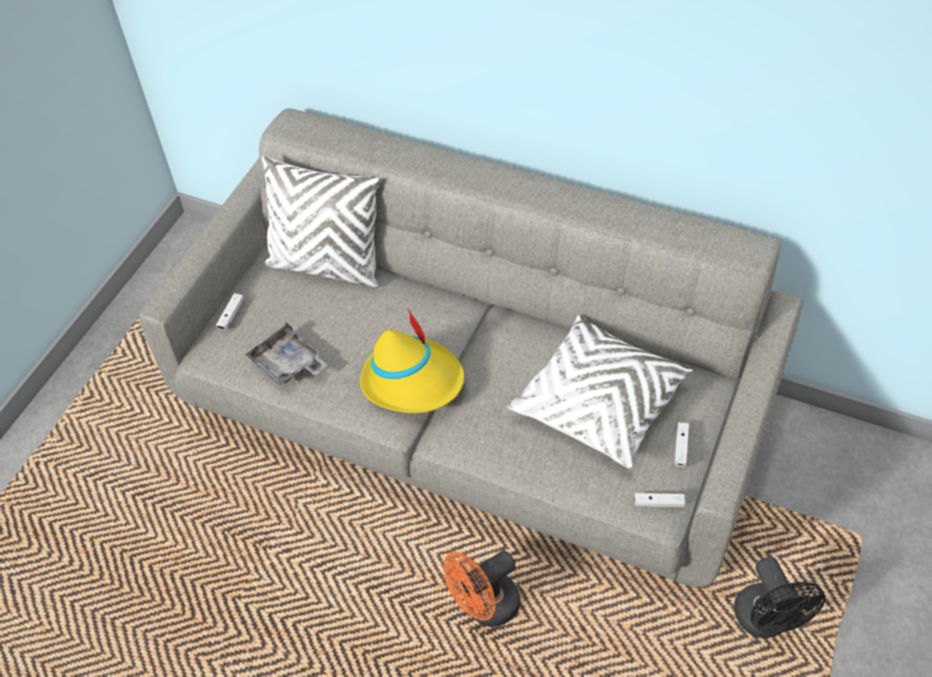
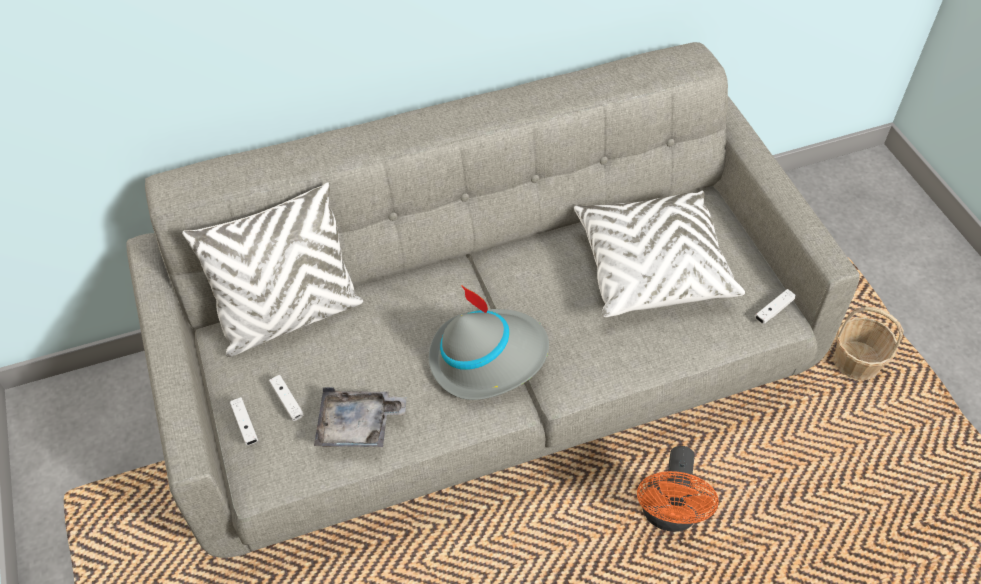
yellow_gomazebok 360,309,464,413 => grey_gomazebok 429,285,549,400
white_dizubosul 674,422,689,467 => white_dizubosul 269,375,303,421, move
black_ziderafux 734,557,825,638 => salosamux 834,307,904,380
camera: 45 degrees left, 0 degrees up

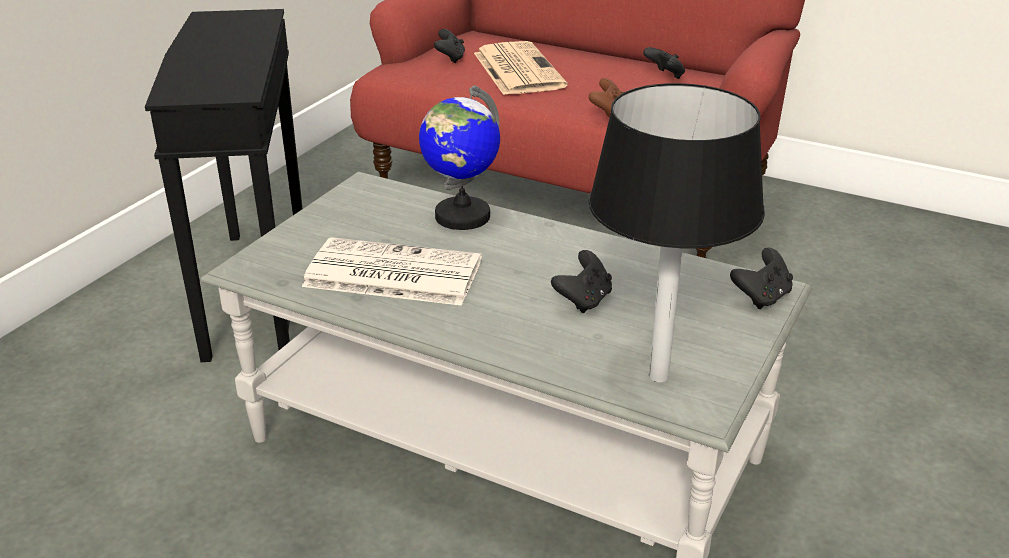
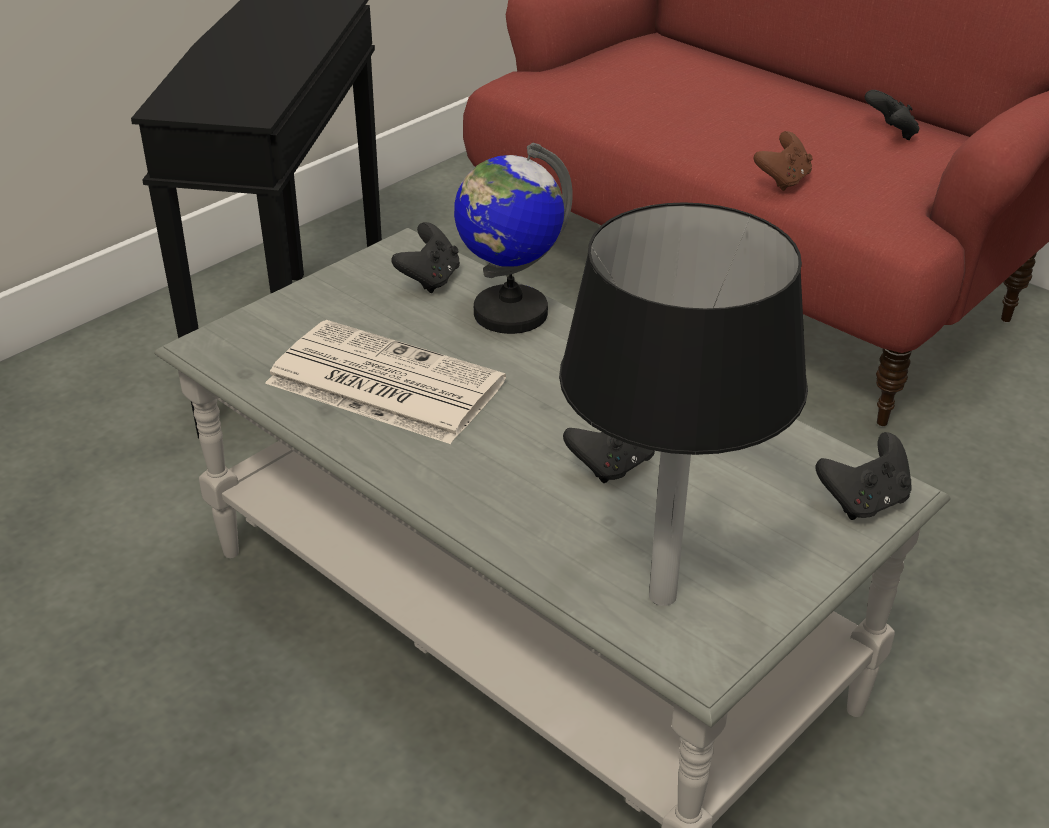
black_dizubosul 434,29,465,63 => black_dizubosul 391,222,460,293, move
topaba 474,41,567,95 => nothing
camera: 15 degrees right, 5 degrees up

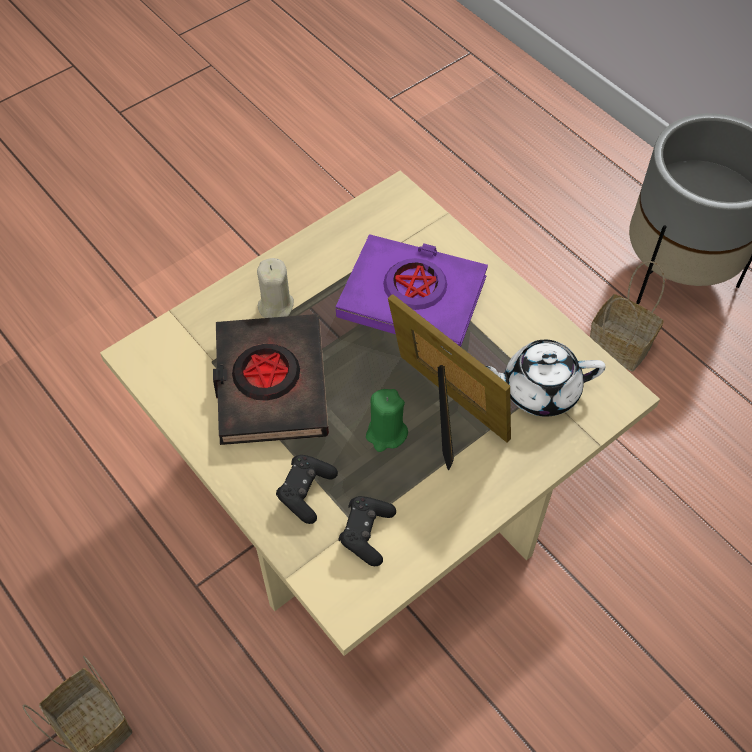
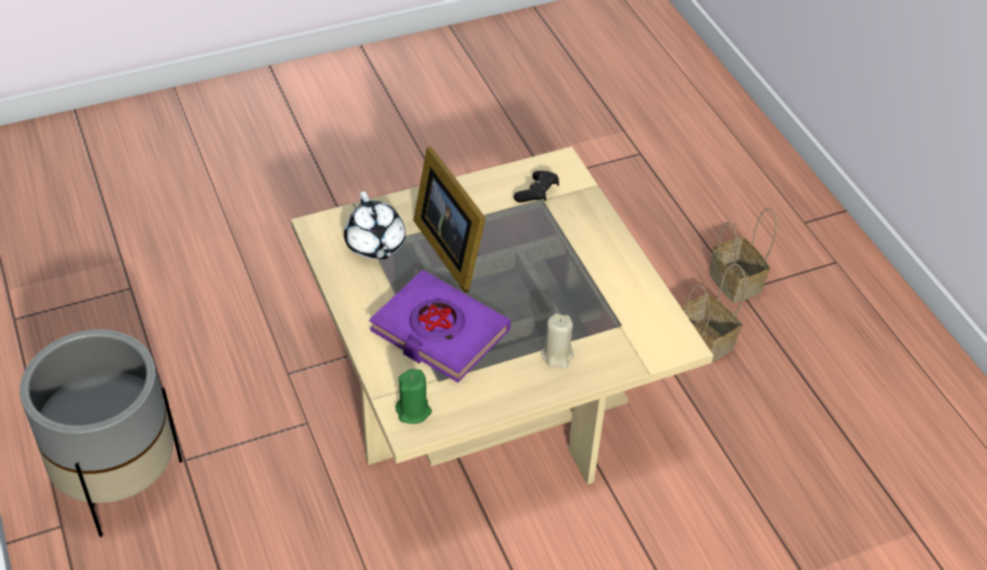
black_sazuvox 213,314,329,445 => nothing
black_dizubosul 276,455,338,524 => nothing
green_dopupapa 366,389,408,452 => green_dopupapa 396,369,432,424, move
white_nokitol 486,340,605,417 => white_nokitol 344,191,406,259, 60 degrees clockwise
salosamux 590,261,665,371 => salosamux 682,263,746,362, move
camera: 165 degrees left, 10 degrees down

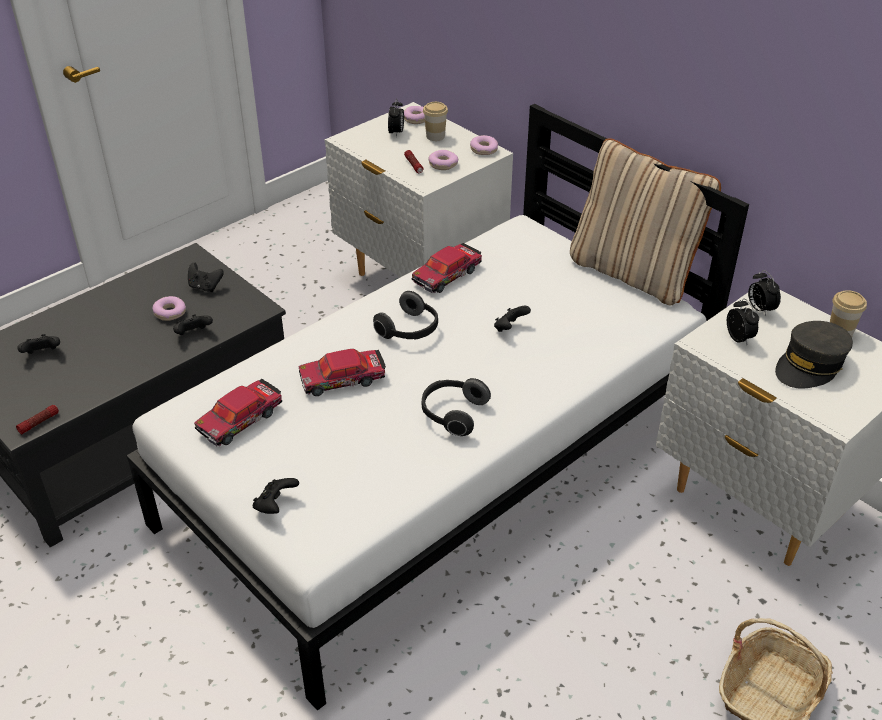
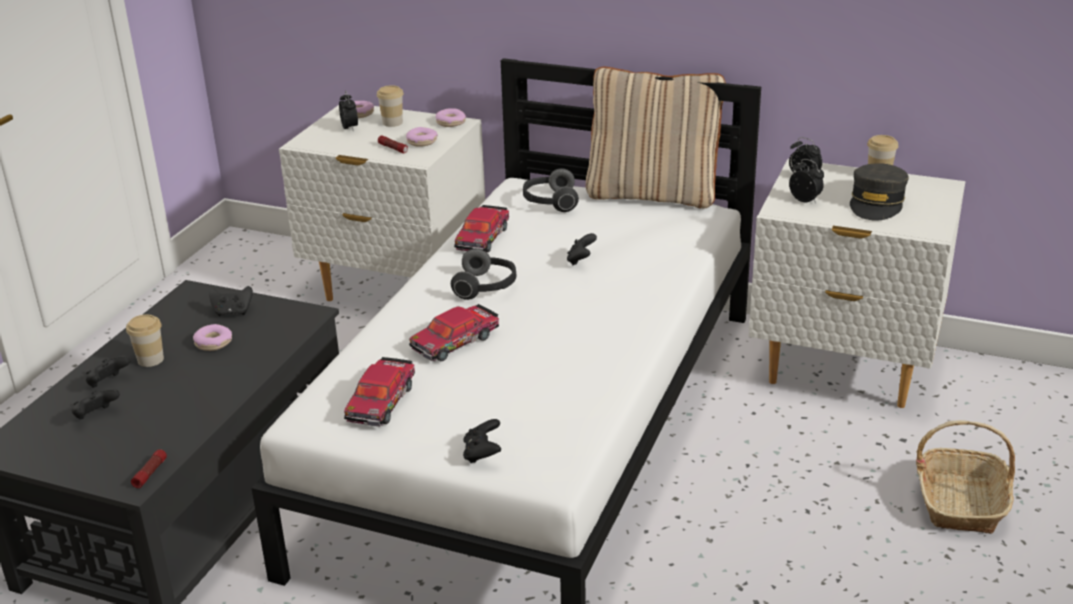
black_dizubosul 173,314,213,335 => black_dizubosul 86,356,130,388, move
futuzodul 422,378,491,436 => futuzodul 523,168,579,212, move
nothing => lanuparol 126,314,164,367
camera: 25 degrees left, 10 degrees down

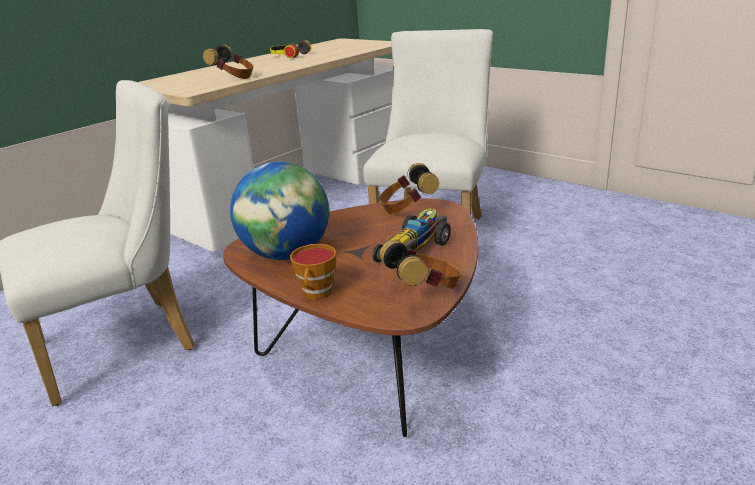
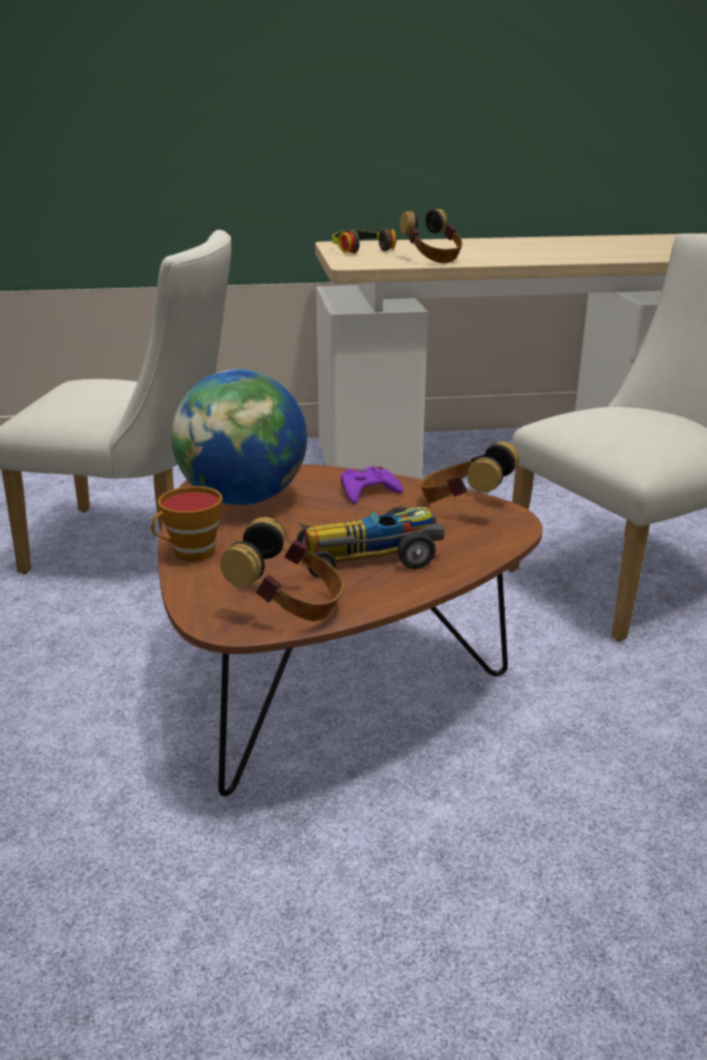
futuzodul 270,40,311,58 => futuzodul 332,228,396,253, move
nothing => purple_dizubosul 341,466,403,504
camera: 40 degrees right, 0 degrees up

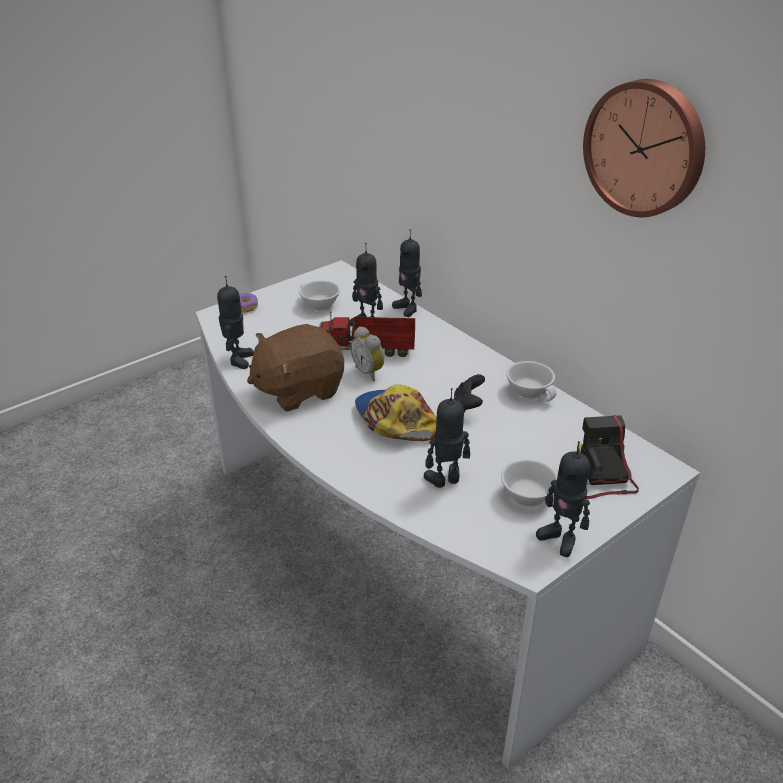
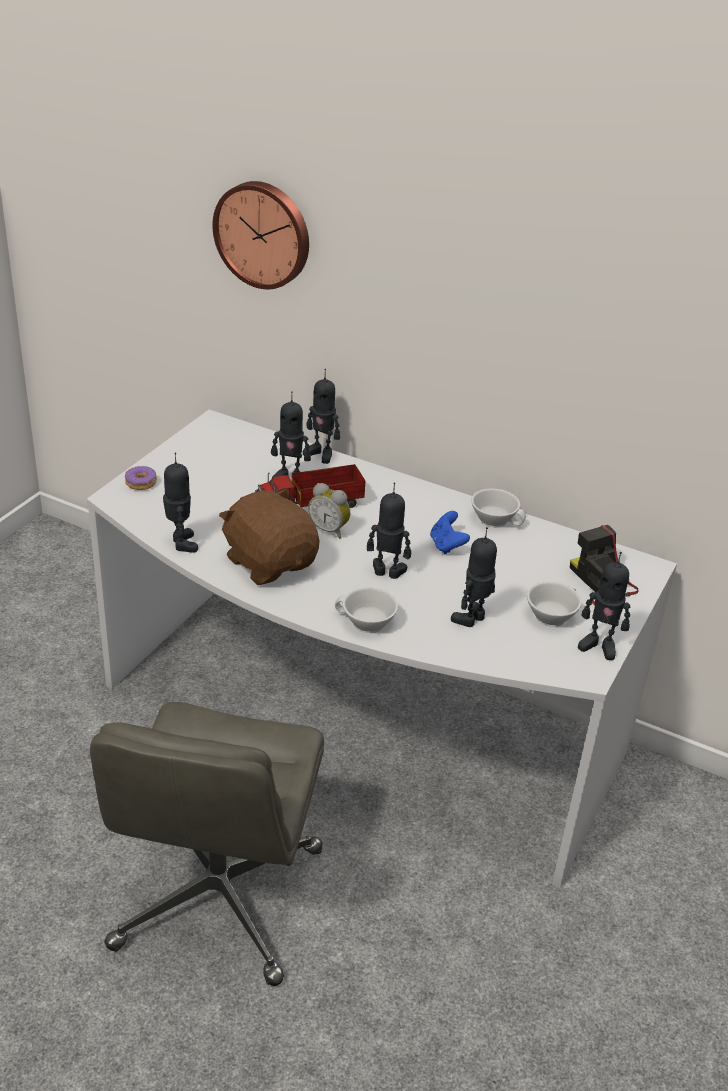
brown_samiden 247,324,344,412 => brown_samiden 219,488,319,585, 105 degrees clockwise
white_lanuparol 299,280,340,311 => white_lanuparol 335,587,398,633, move
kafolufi 355,385,437,441 => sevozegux 367,483,411,579
black_dizubosul 454,374,485,412 => blue_dizubosul 430,511,470,555
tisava 583,79,705,217 => tisava 212,181,309,289, move
nothing => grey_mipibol 90,702,324,986
camera: 25 degrees left, 0 degrees up

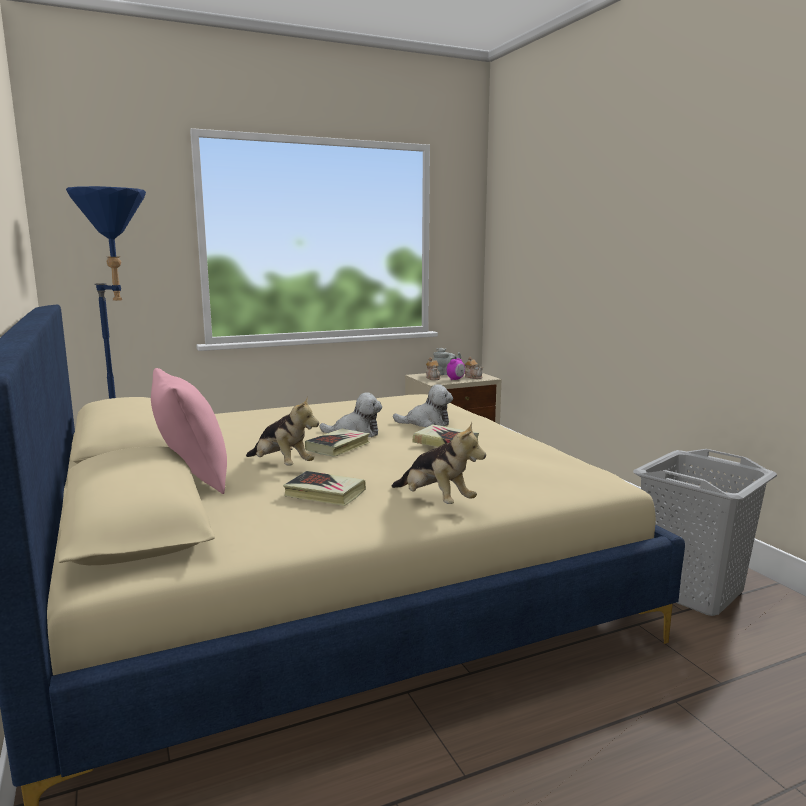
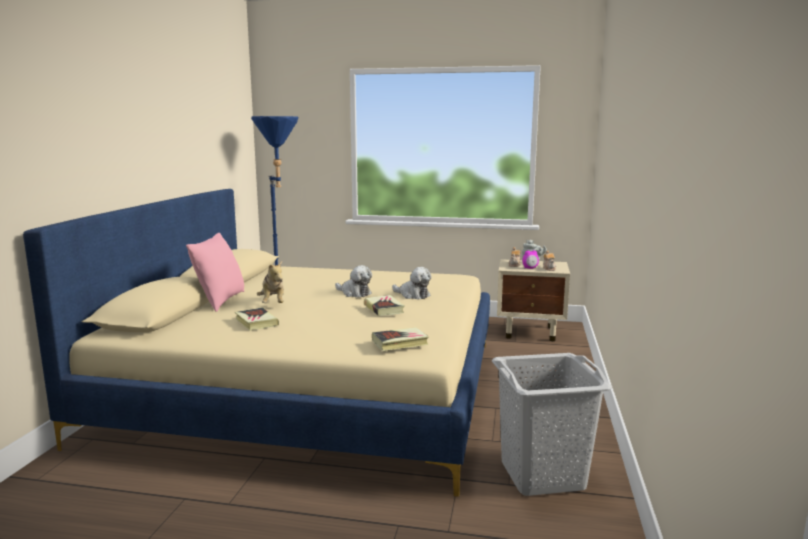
sazuvox 305,429,370,457 => sazuvox 372,327,429,351, move
samiden 392,422,486,504 => nothing
camera: 35 degrees right, 0 degrees up

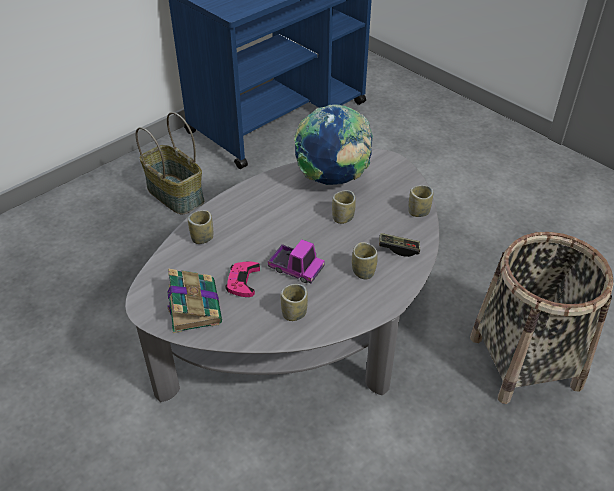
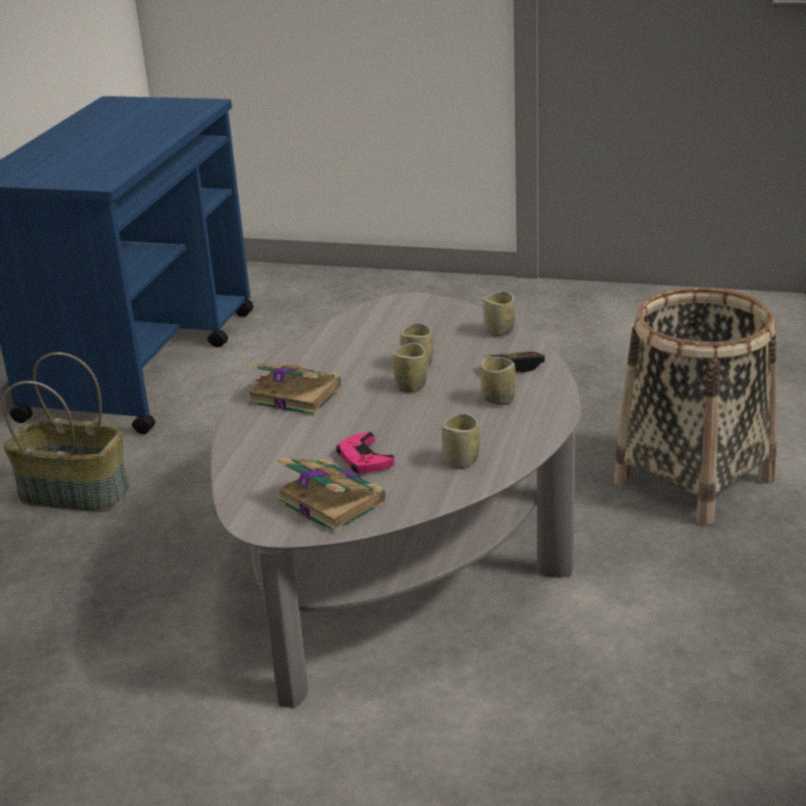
lanuparol 188,210,213,244 => lanuparol 393,343,428,393, move
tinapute 268,240,325,284 => nothing
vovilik 294,104,373,185 => nothing
nothing => sazuvox 247,364,341,416
camera: 30 degrees left, 15 degrees down

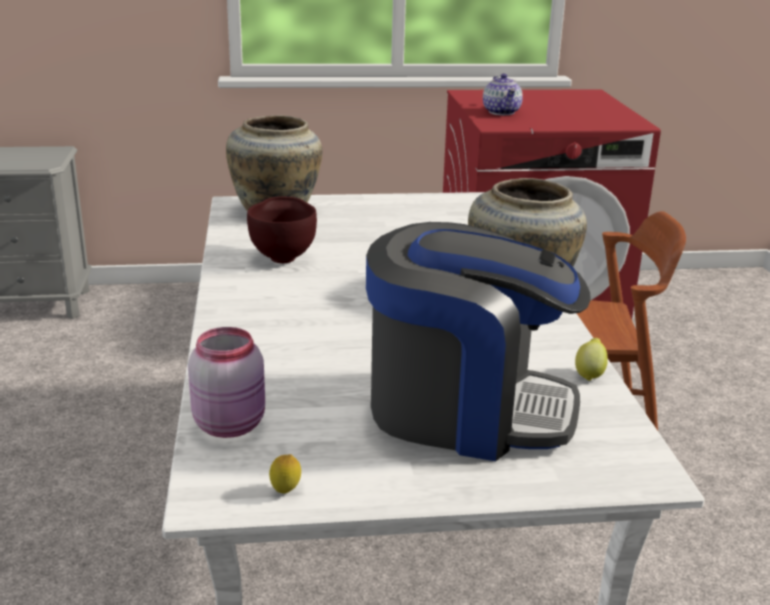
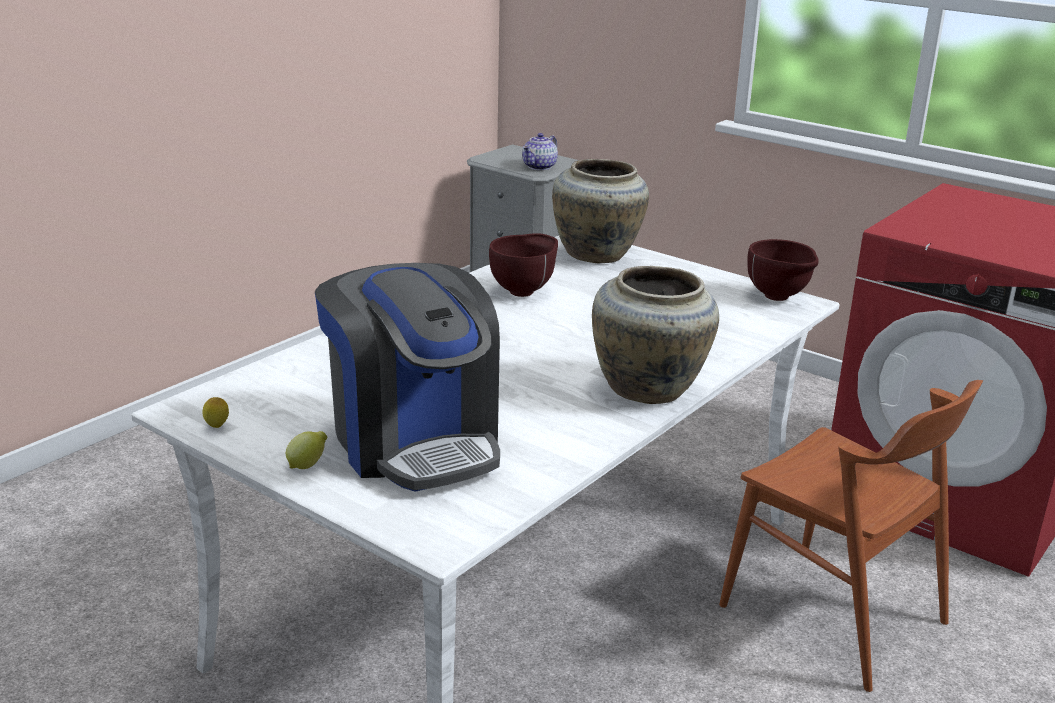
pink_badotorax 188,327,265,438 => nothing
nokitol 483,74,523,115 => nokitol 522,133,558,170, move
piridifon 575,338,608,381 => piridifon 286,431,327,469, move
nothing => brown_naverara 747,239,819,301
camera: 45 degrees right, 0 degrees up

